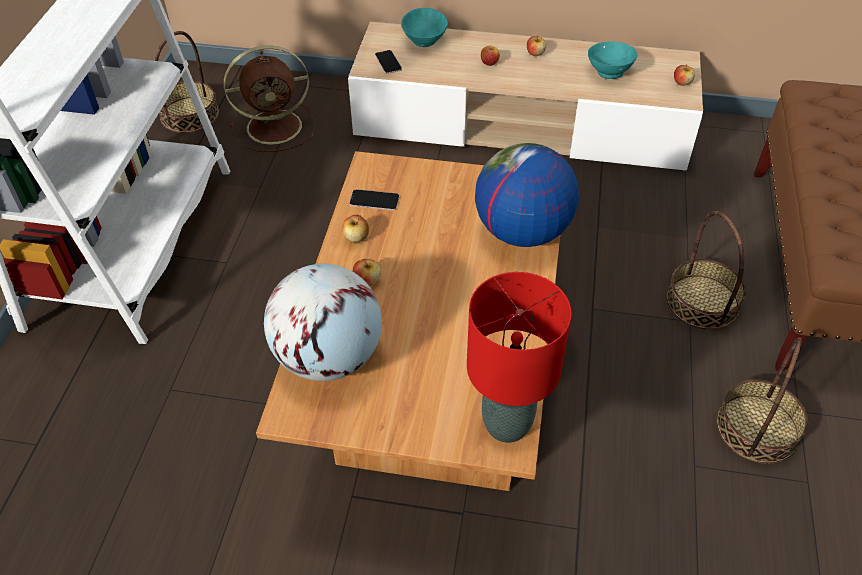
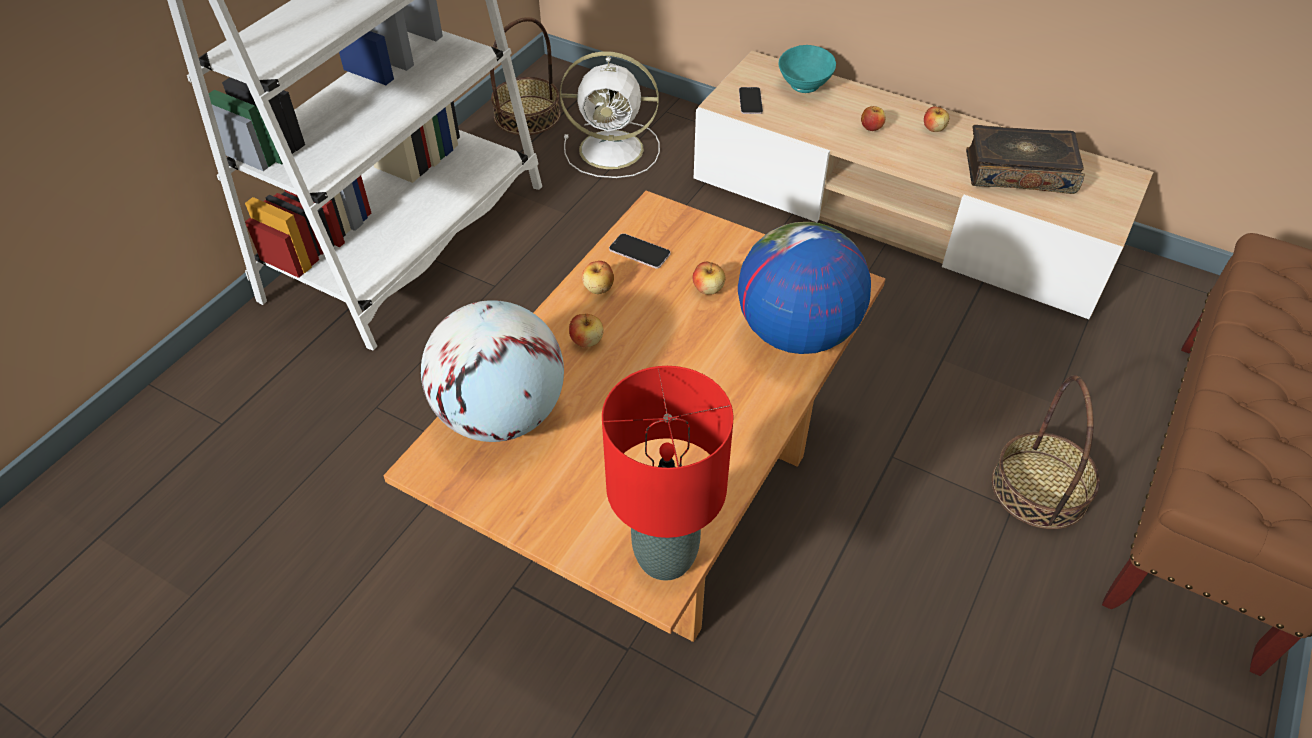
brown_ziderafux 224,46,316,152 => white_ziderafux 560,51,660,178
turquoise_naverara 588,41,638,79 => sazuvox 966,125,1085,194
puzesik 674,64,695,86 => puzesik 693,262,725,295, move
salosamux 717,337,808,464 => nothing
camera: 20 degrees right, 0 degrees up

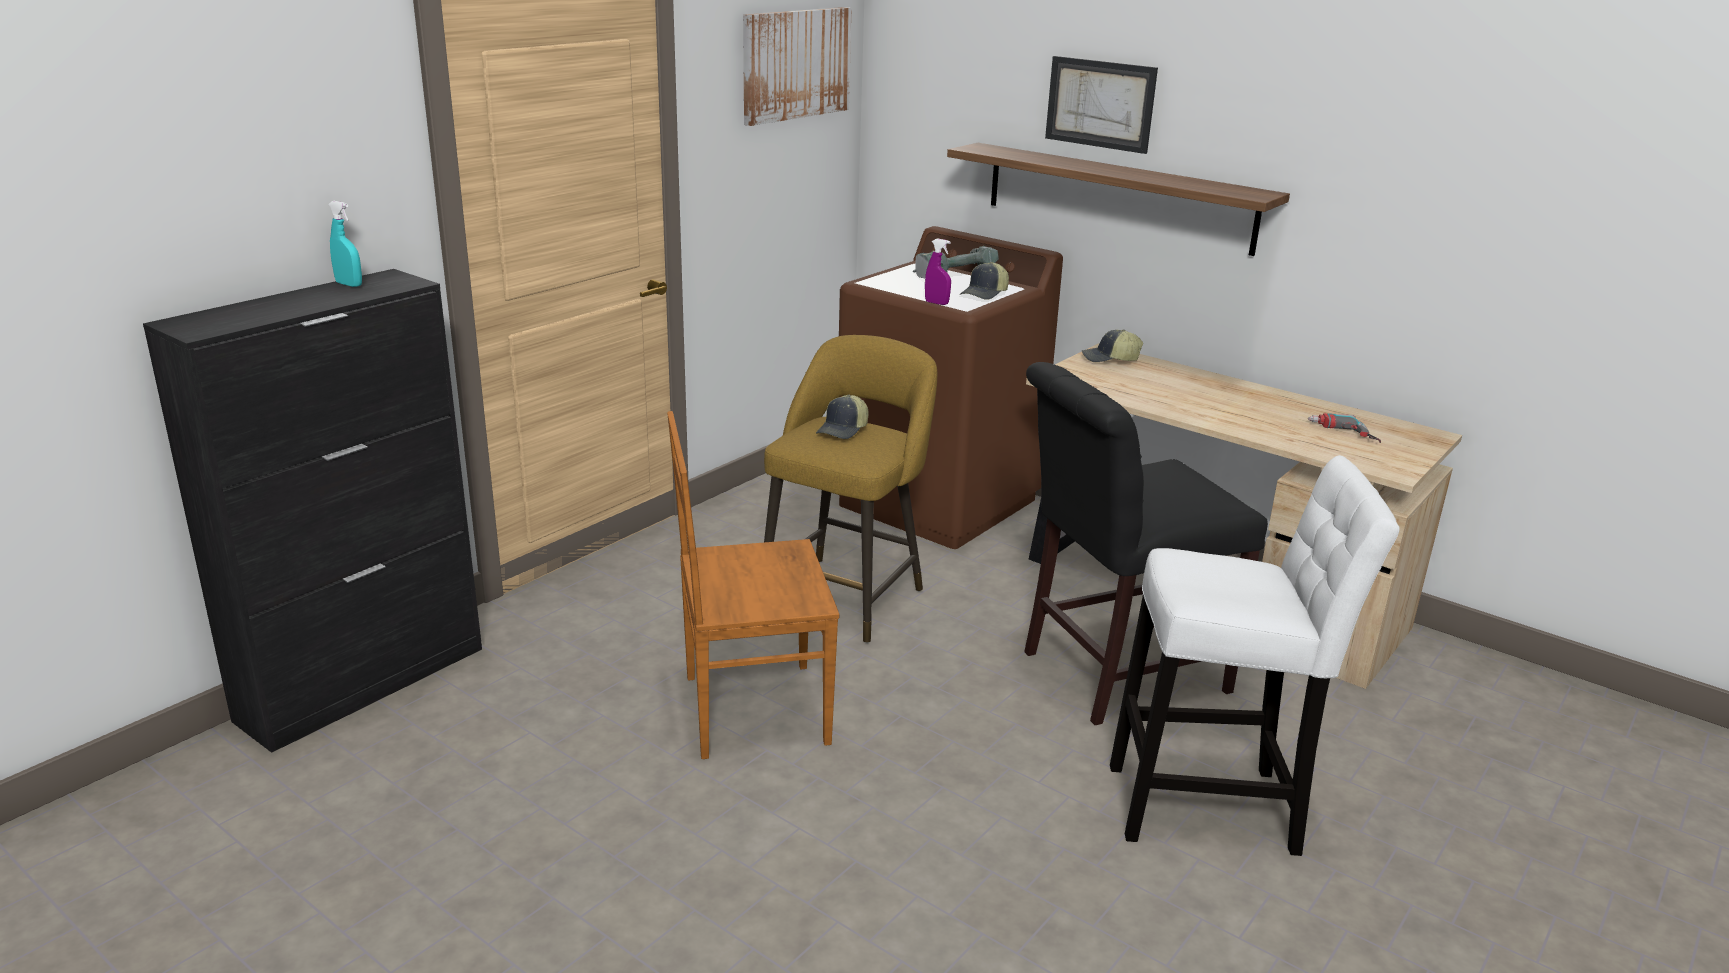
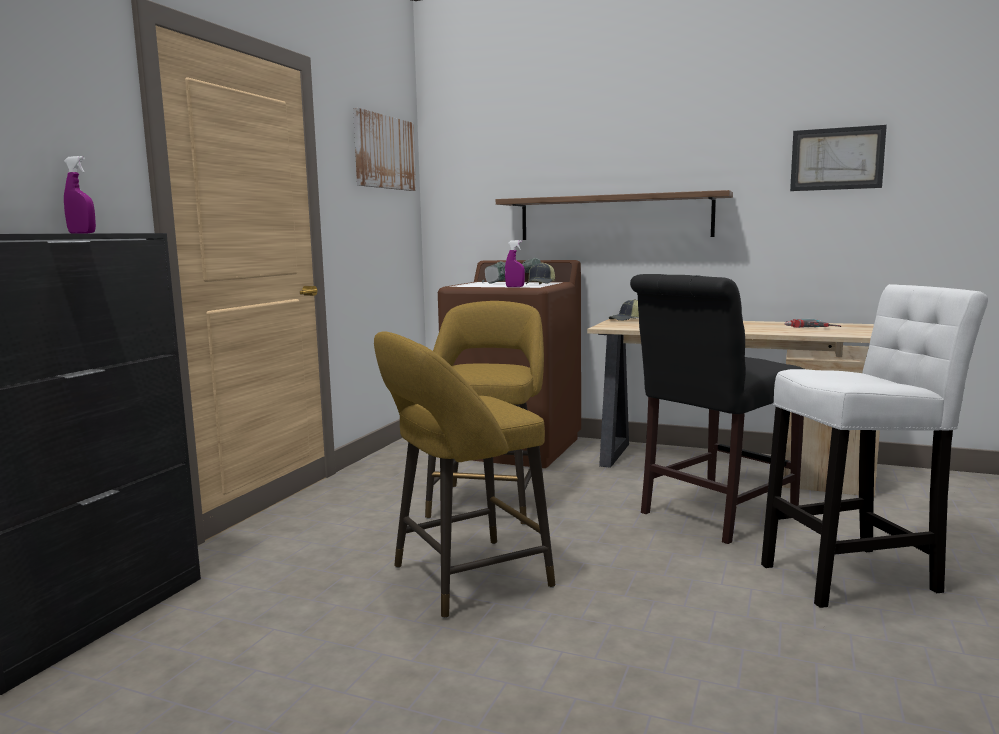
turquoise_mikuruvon 328,201,362,287 => purple_mikuruvon 64,156,96,234
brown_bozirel 667,411,839,759 => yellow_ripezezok 374,332,555,618
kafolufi 816,395,868,439 => nothing
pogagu 1045,56,1158,154 => pogagu 790,125,887,191, move
camera: 15 degrees left, 15 degrees down

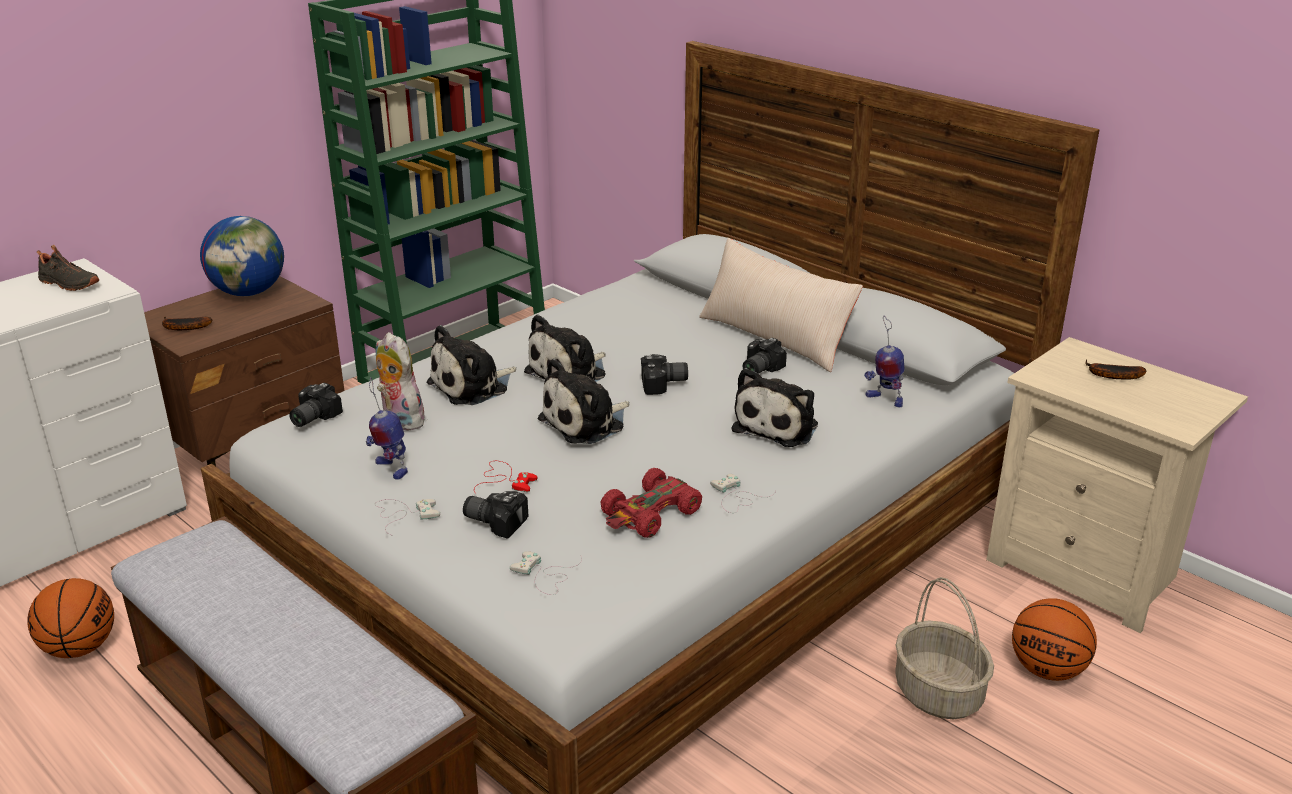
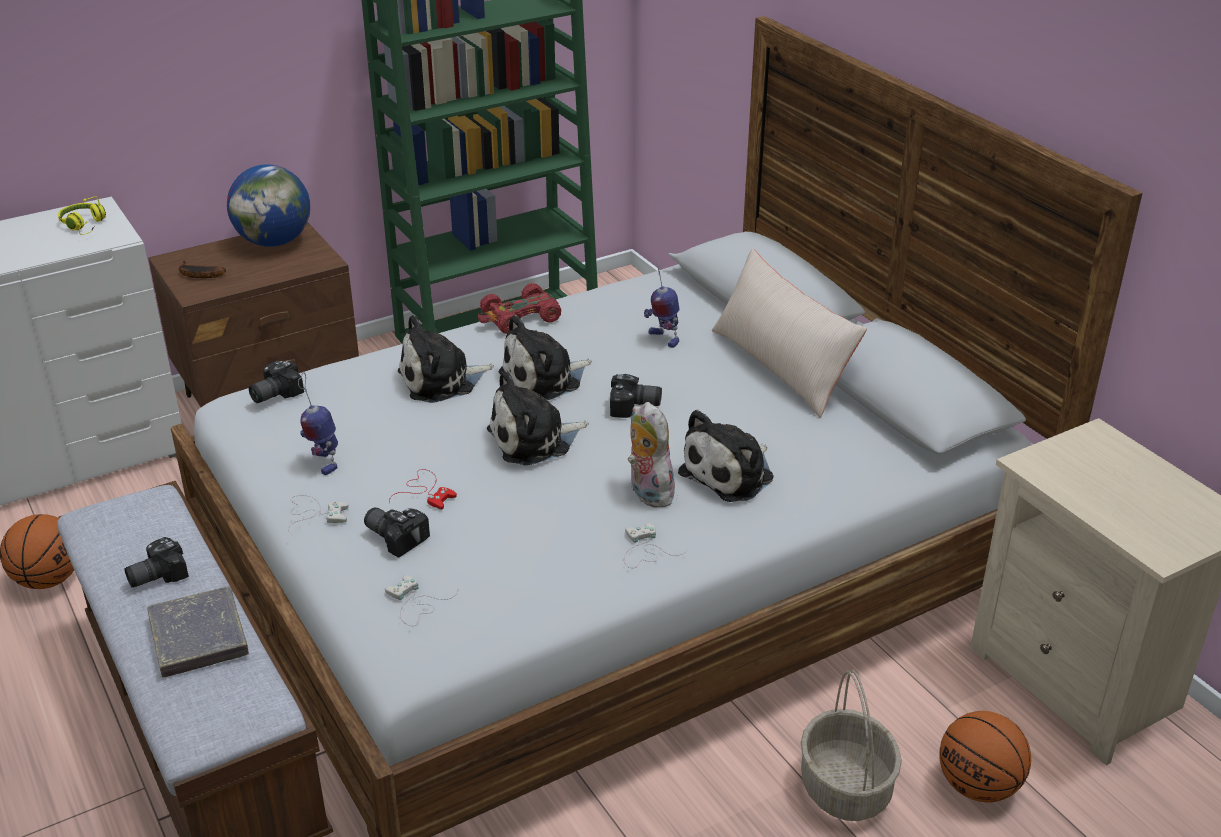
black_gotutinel 37,245,99,291 => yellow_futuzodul 58,196,106,235
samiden 376,332,425,431 => samiden 628,402,675,508, move
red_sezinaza 601,468,702,538 => red_sezinaza 477,283,561,334, move
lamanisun 743,338,787,374 => lamanisun 124,537,189,587, move
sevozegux 864,316,905,407 => sevozegux 644,257,680,348, move
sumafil 1085,359,1146,379 => nothing
nothing => grey_sazuvox 147,586,249,678
camera: 15 degrees right, 5 degrees up

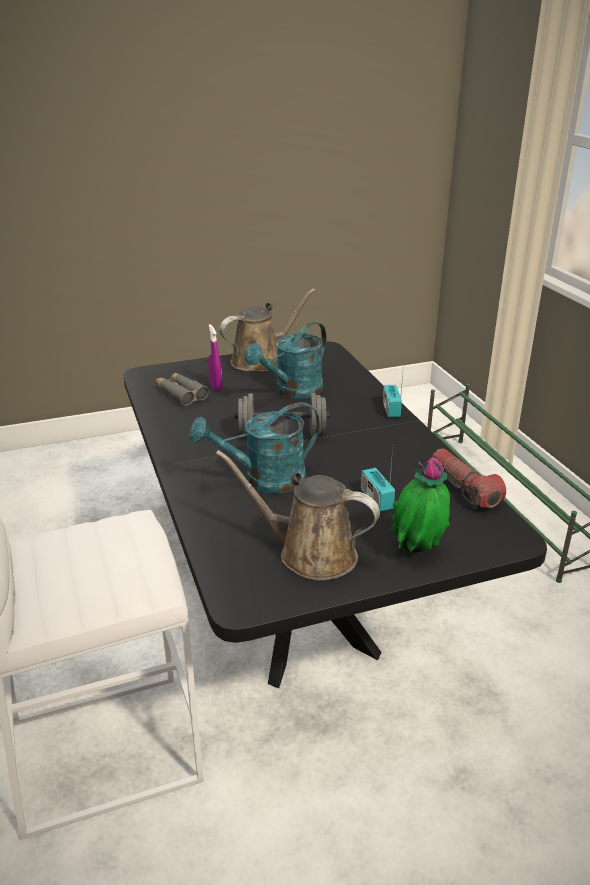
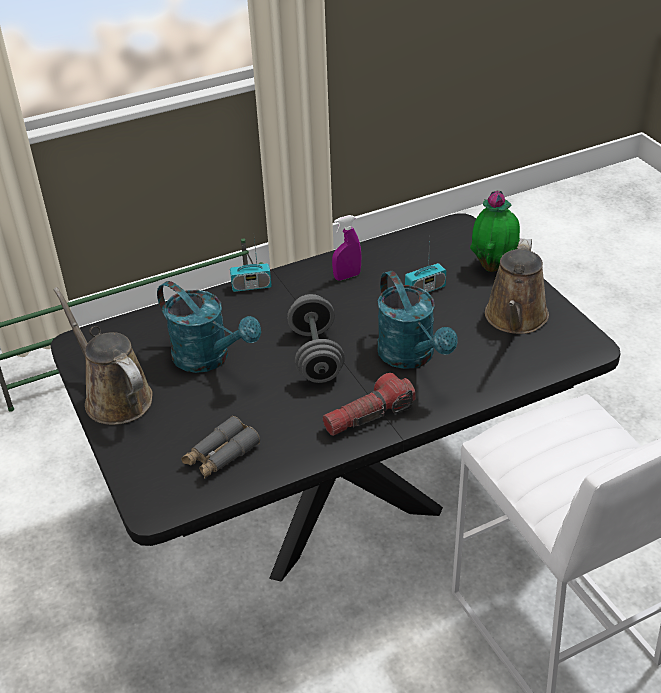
purple_mikuruvon 208,324,222,391 => purple_mikuruvon 332,215,361,280, move
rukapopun 432,448,506,509 => rukapopun 322,373,416,436, move
camera: 95 degrees left, 10 degrees up

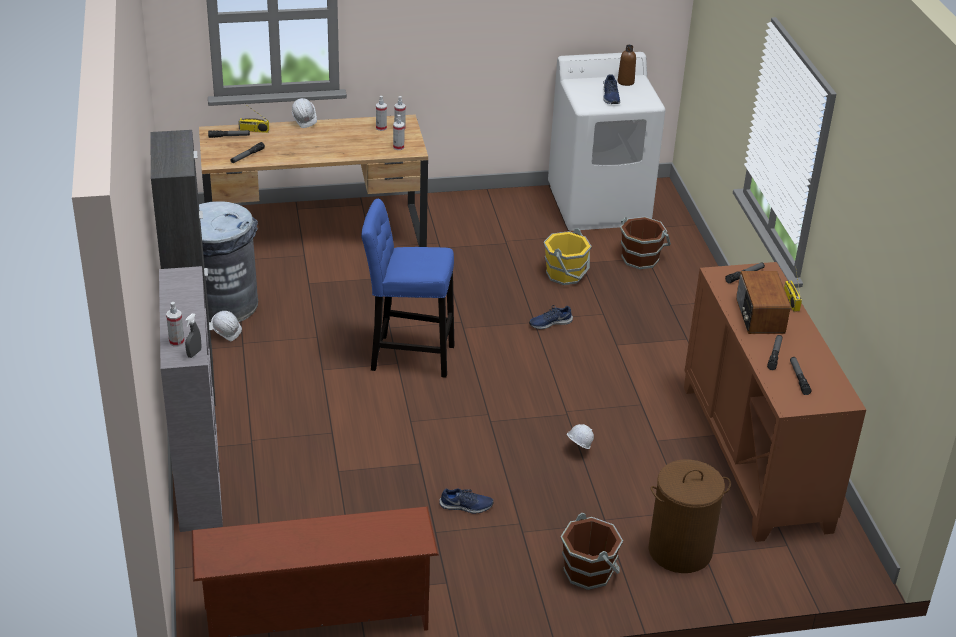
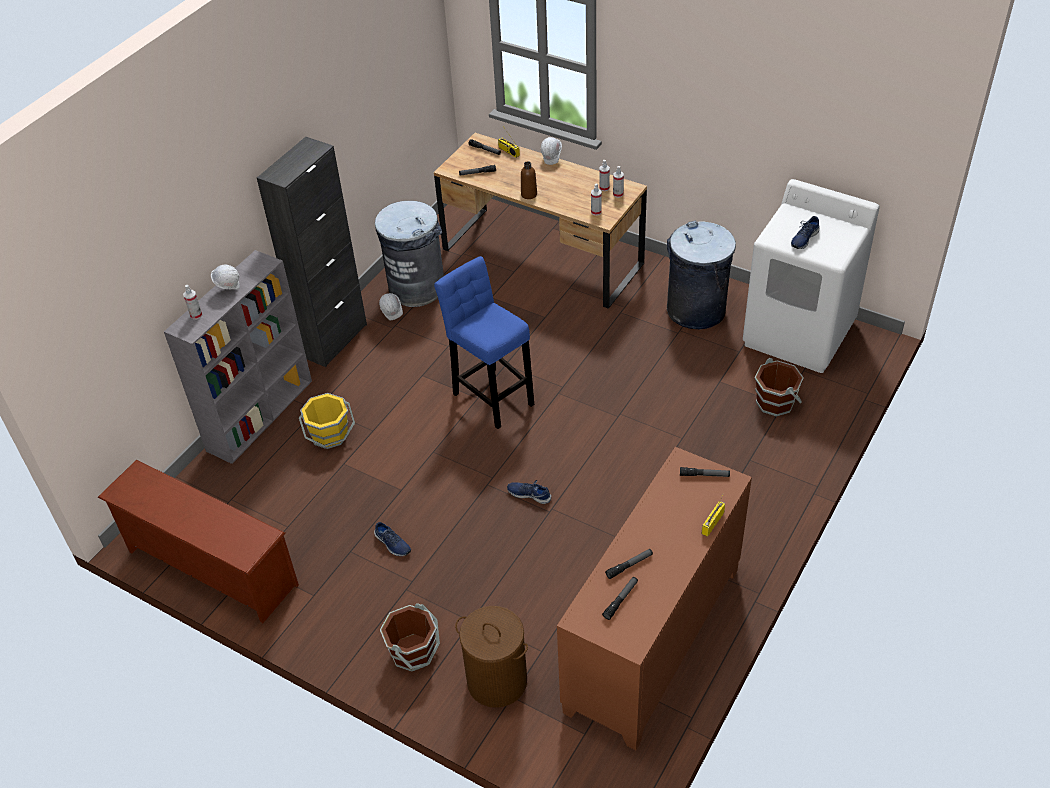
grey_mikuruvon 185,313,202,358 => nothing
blue_gotutinel 529,305,573,329 => blue_gotutinel 507,480,551,504, move
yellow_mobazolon 543,228,592,285 => yellow_mobazolon 299,393,355,449, move
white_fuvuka 567,424,594,449 => white_fuvuka 211,265,240,290, move
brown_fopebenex 618,45,636,86 => brown_fopebenex 521,161,537,199, move
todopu 736,271,791,334 => nothing
nothing => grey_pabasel 667,221,736,329
camera: 45 degrees right, 10 degrees up

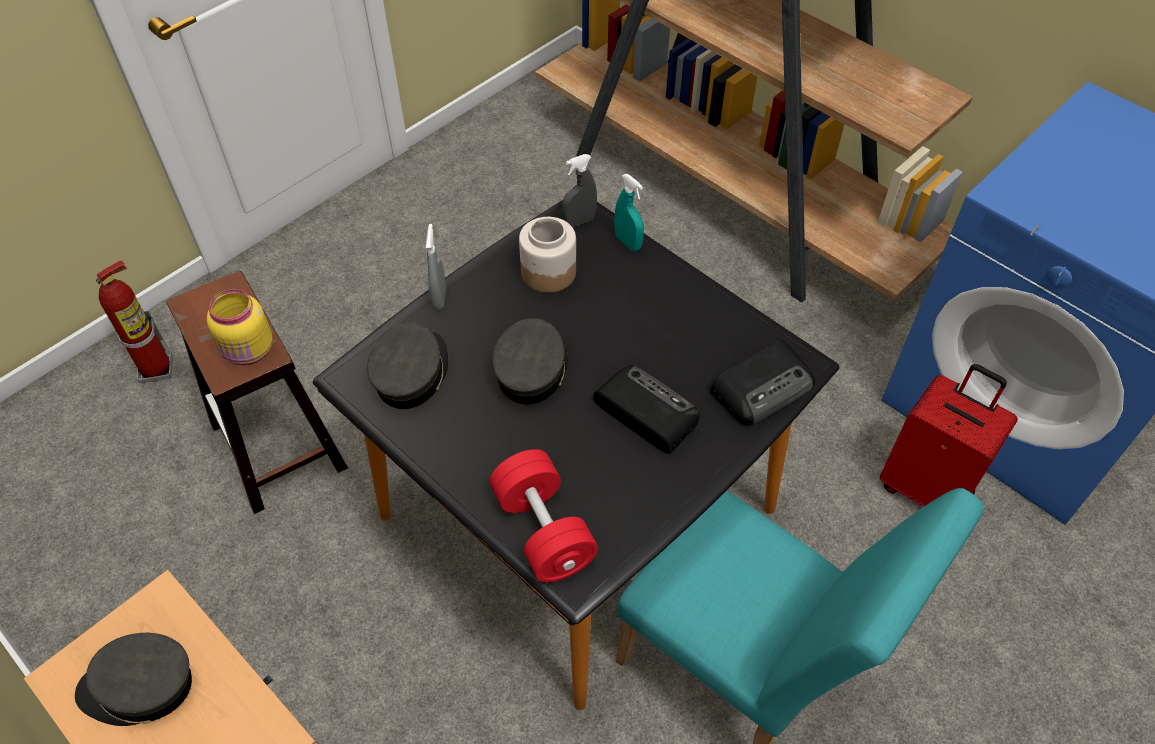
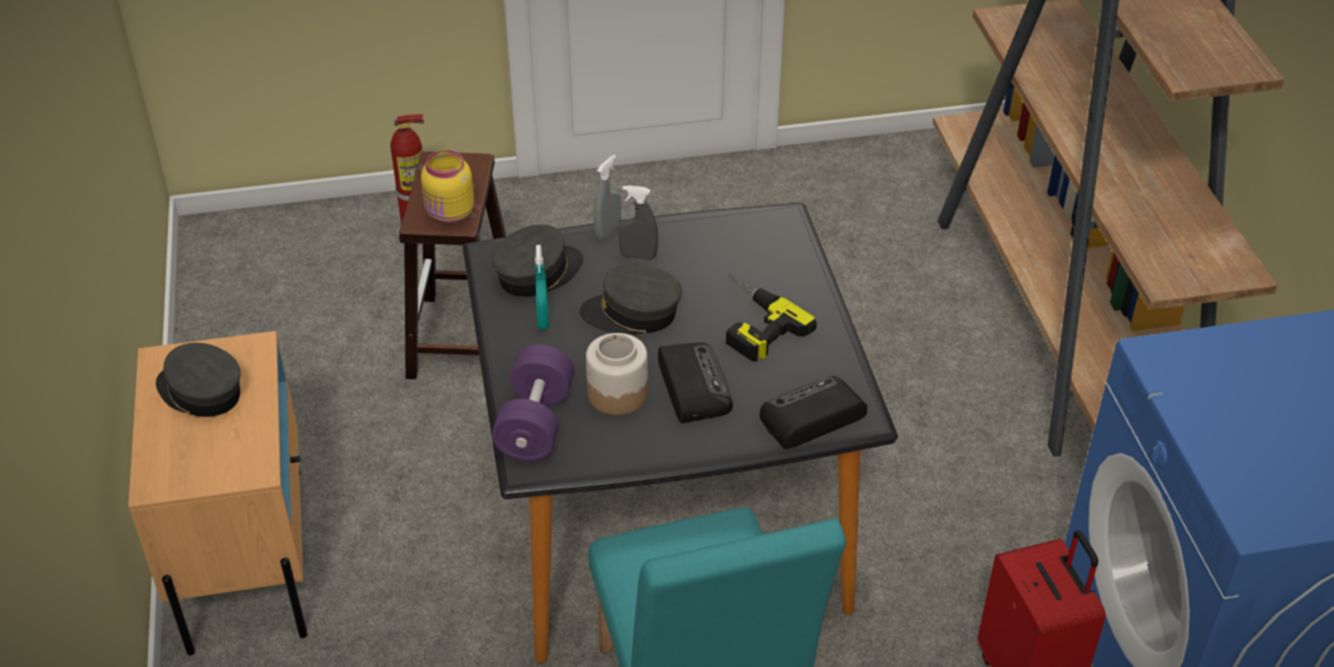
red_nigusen 490,449,598,582 => purple_nigusen 492,344,574,462
grey_kafolufi 492,318,568,405 => grey_kafolufi 579,265,682,335, 135 degrees counterclockwise
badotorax 519,217,576,293 => badotorax 586,333,648,415, move
grey_mikuruvon 562,154,597,227 => grey_mikuruvon 619,186,658,260, move
turquoise_mikuruvon 614,174,644,251 => turquoise_mikuruvon 535,245,549,330, move
todopu 710,340,815,426 => todopu 760,376,867,449, 150 degrees clockwise
nothing => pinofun 726,275,817,362
camera: 35 degrees right, 10 degrees down

